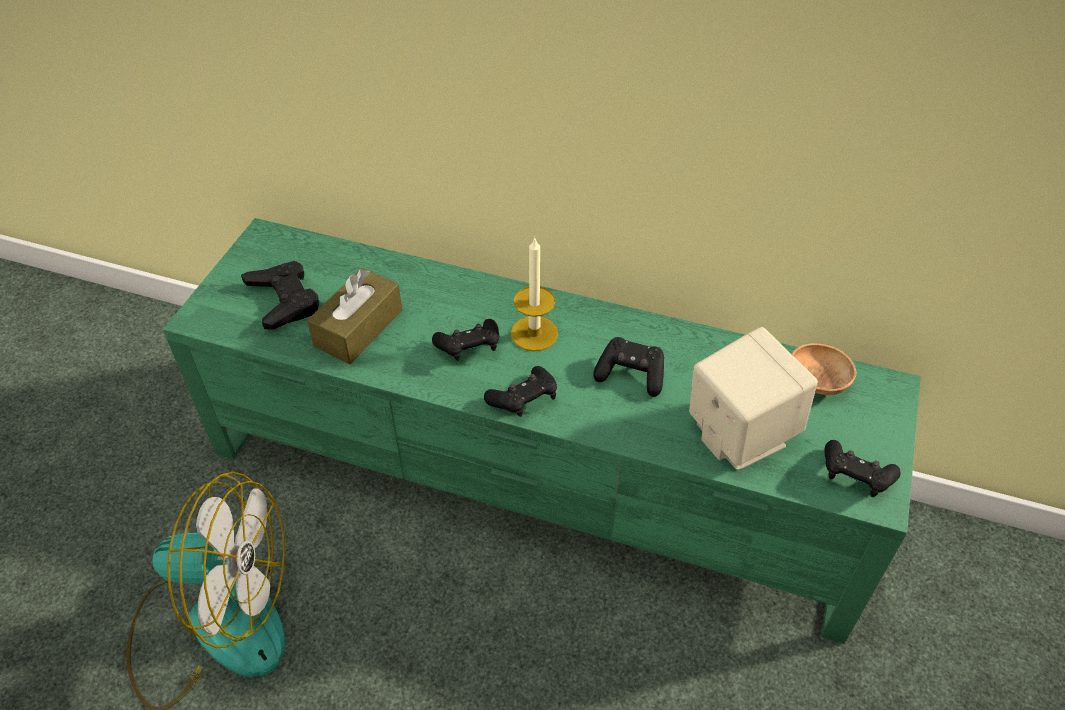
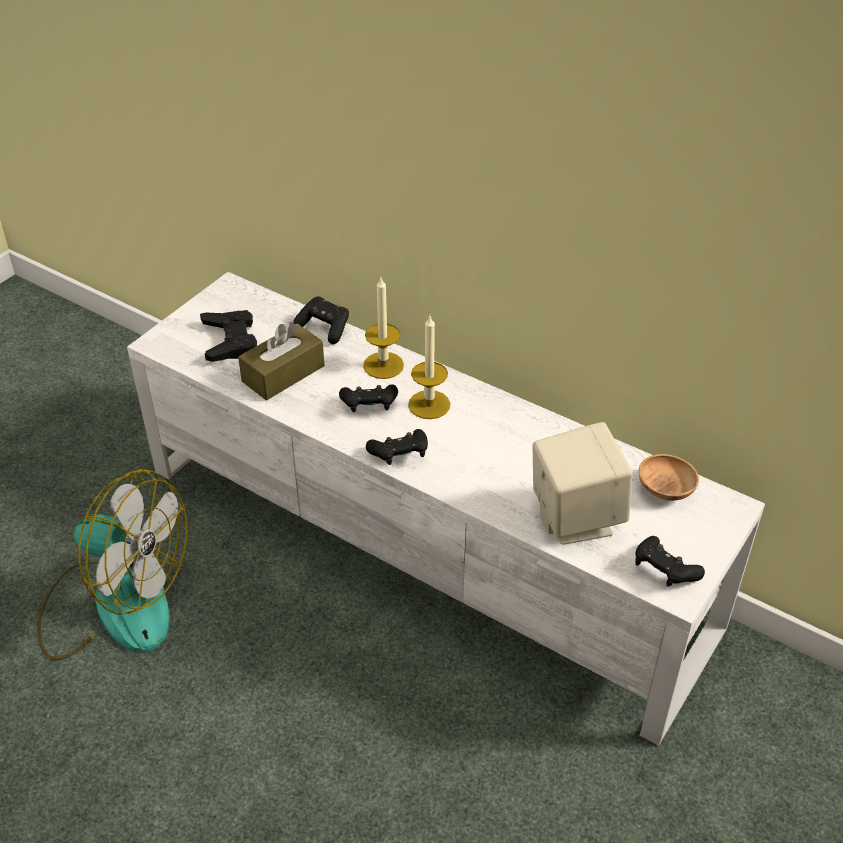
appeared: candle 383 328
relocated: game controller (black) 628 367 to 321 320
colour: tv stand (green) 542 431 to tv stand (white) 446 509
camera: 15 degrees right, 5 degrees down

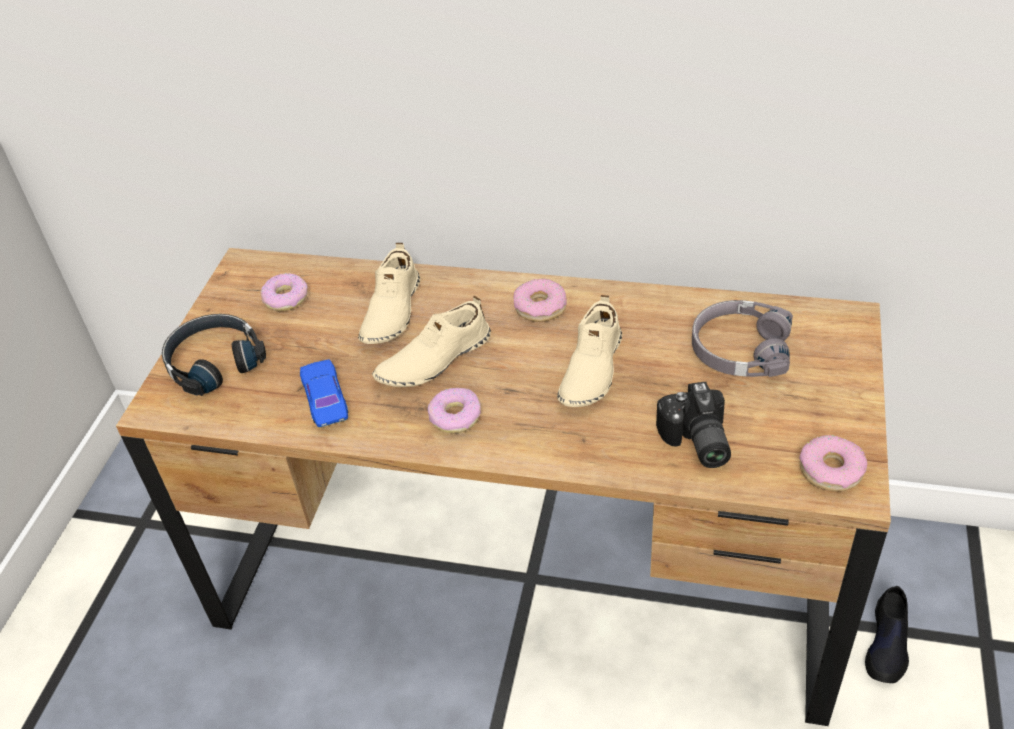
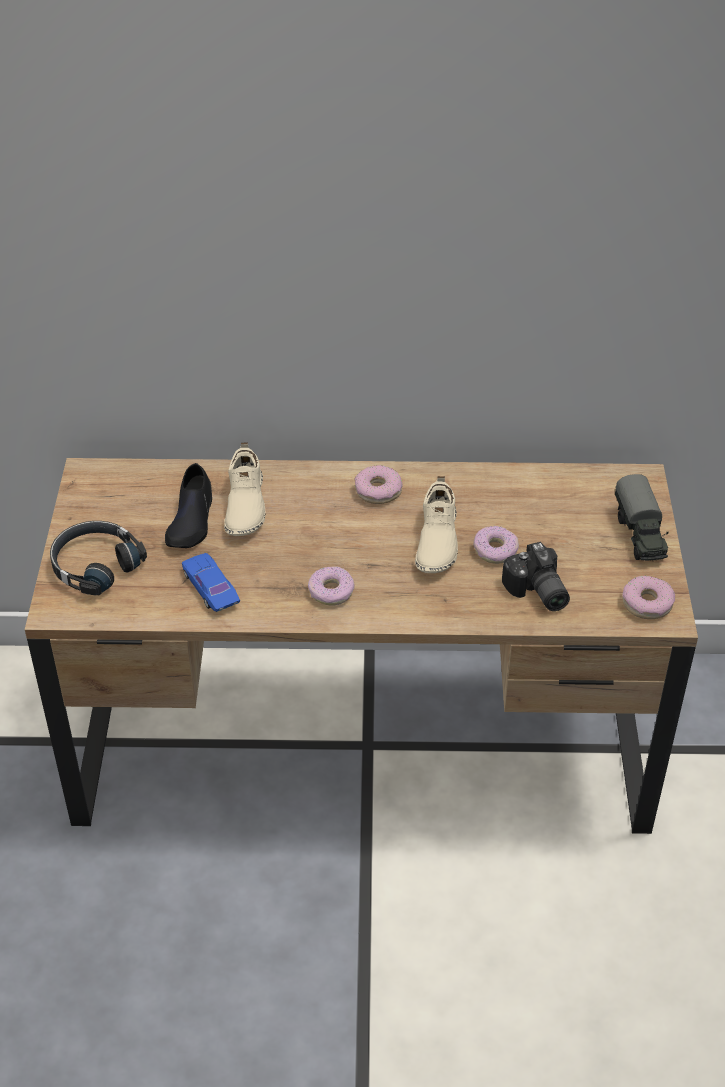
missing: shoe (beige) 431 341; headphones (grey) 742 338
appeared: toy truck 641 517
relocated: donut 284 292 to 496 545; shoe (black) 887 634 to 188 505
camera: 15 degrees left, 0 degrees up

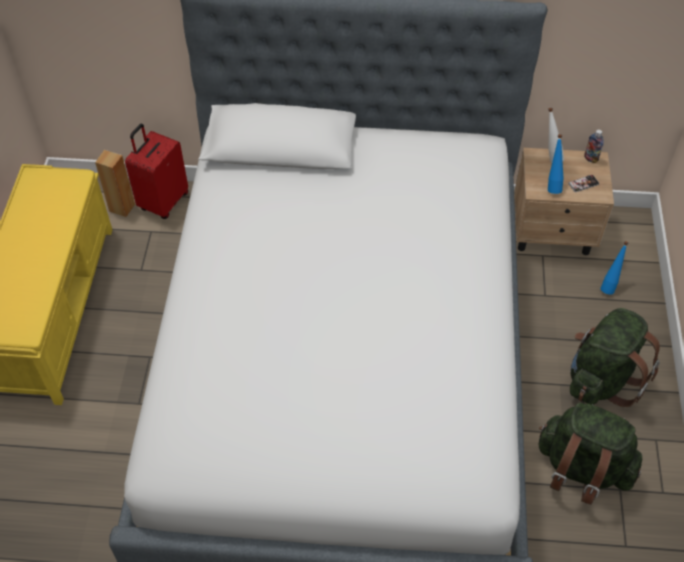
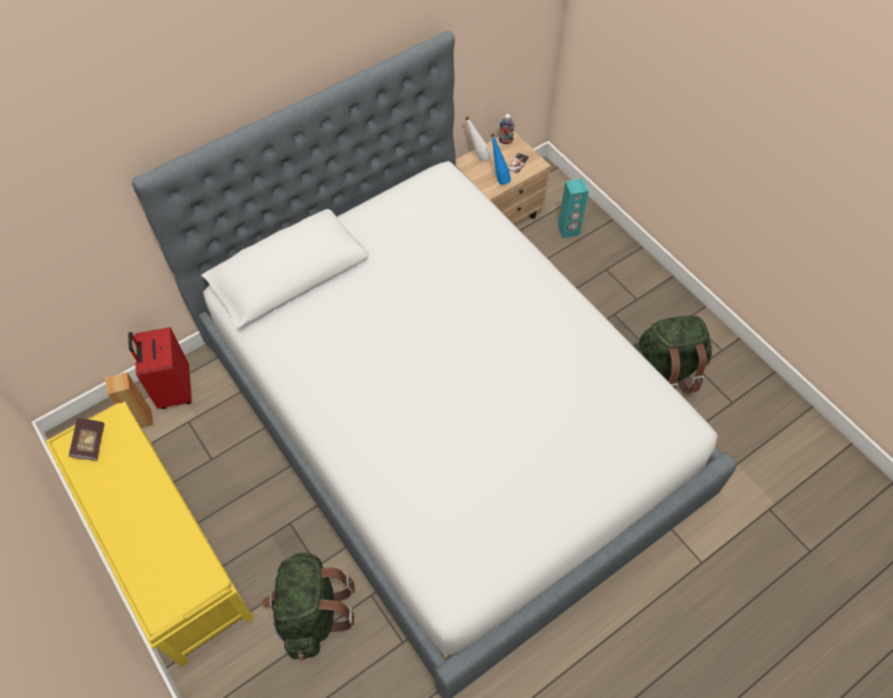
appeared: book 86 439
relocated: backpack (green) 615 357 to 308 606
exchanged: bottle (blue) 614 268 to speaker (turquoise) 573 208
camera: 40 degrees left, 5 degrees up

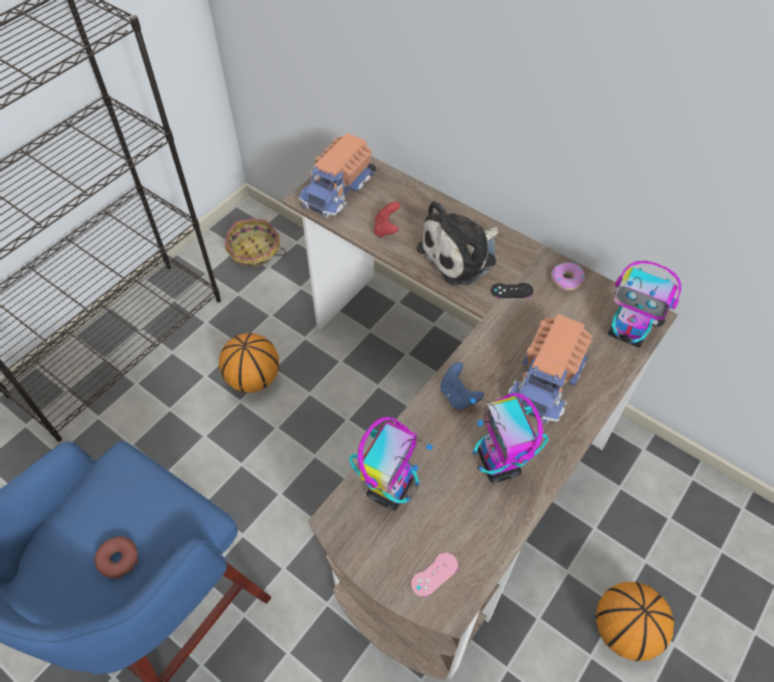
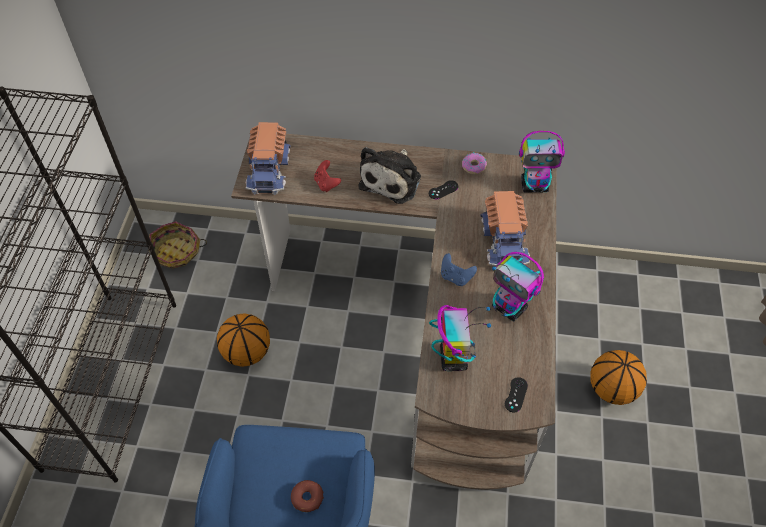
colour: game controller (pink) 434 575 to game controller (black) 516 394
camera: 30 degrees left, 0 degrees up

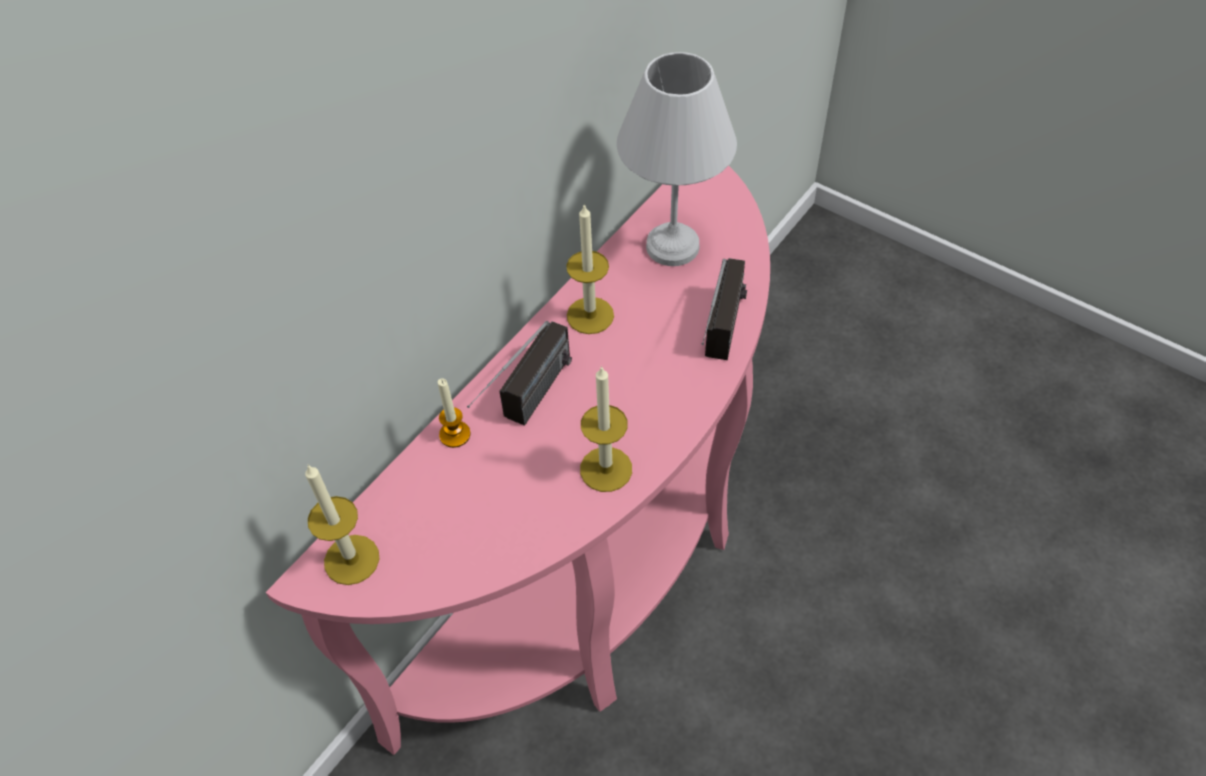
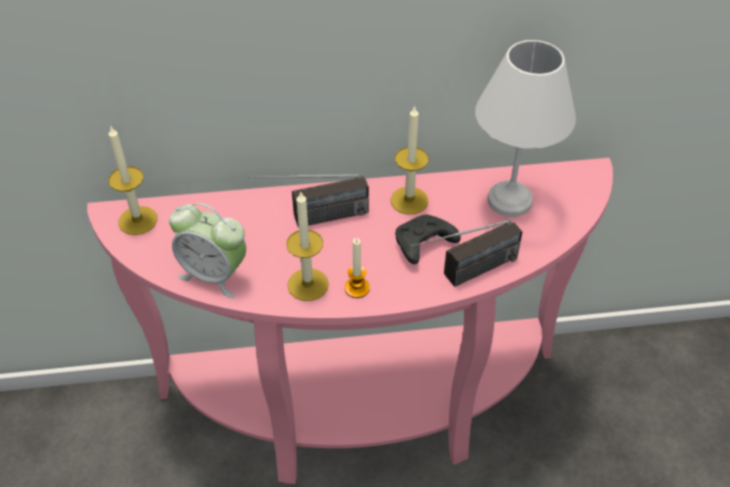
appeared: alarm clock 207 250; game controller (black) 428 239
relocated: candle 454 413 to 357 268
camera: 45 degrees right, 5 degrees down

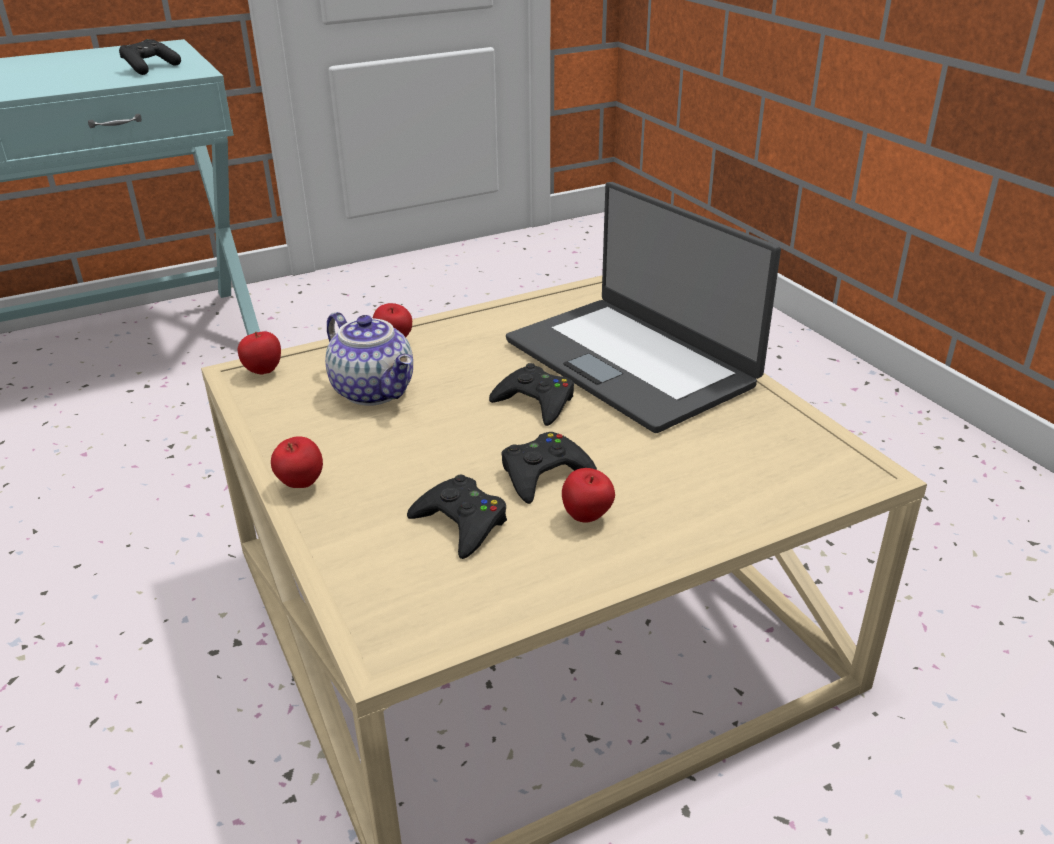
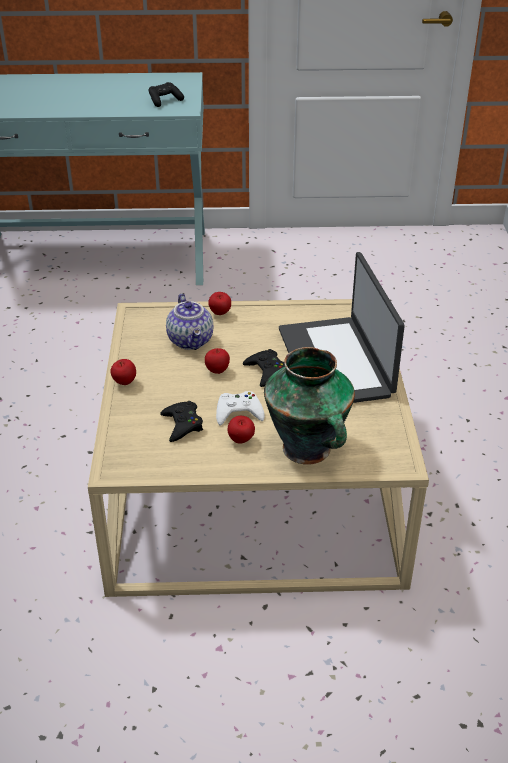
appeared: vase 309 406
relocated: apple 259 353 to 217 361
colour: game controller (black) 549 468 to game controller (white) 240 408
camera: 25 degrees right, 5 degrees up

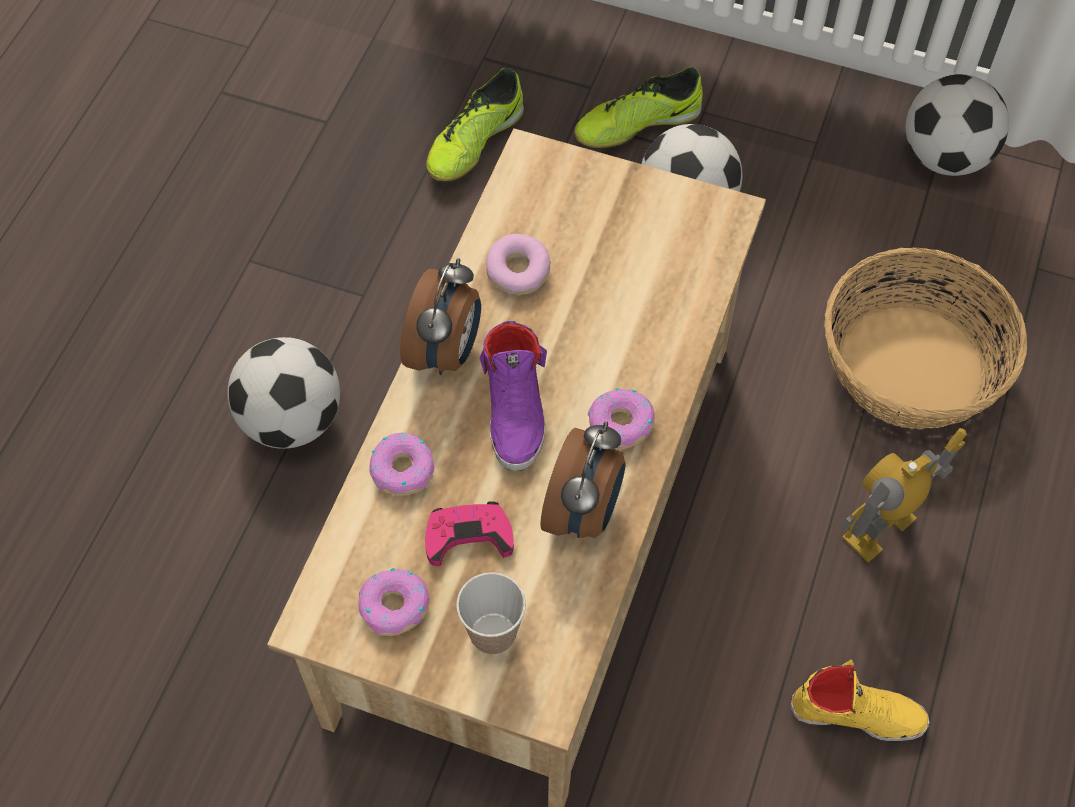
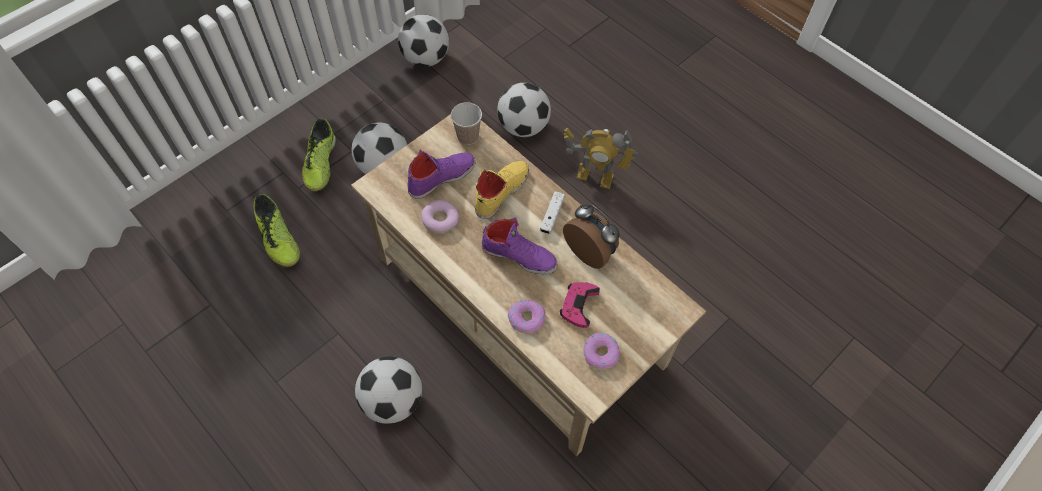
missing: alarm clock 440 316
appeared: shoe (purple) 441 174
relocated: cup 491 613 to 466 123; shoe (yellow) 859 700 to 502 190
exchanged: basket 925 338 to football 524 110; donut 621 418 to game controller (white) 552 212
spun: toy robot 904 495 = 601 158 60 degrees counterclockwise
camera: 65 degrees left, 0 degrees up

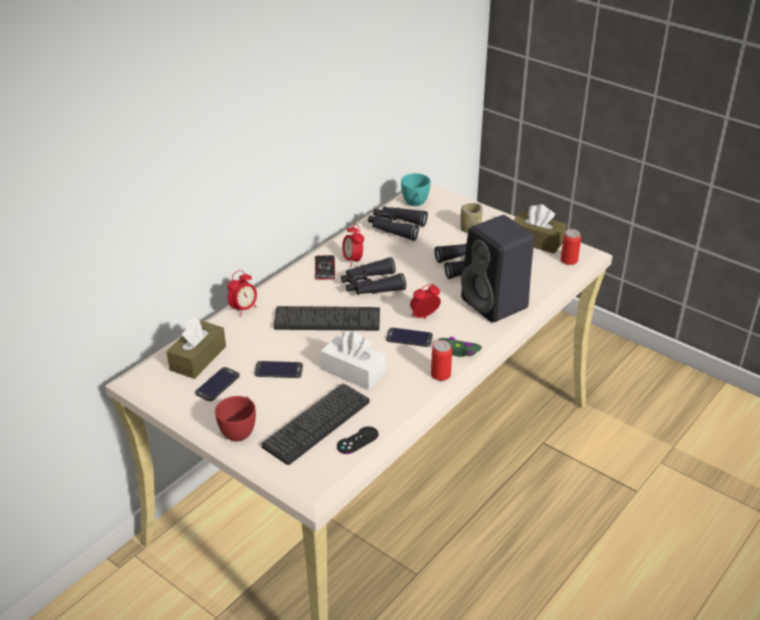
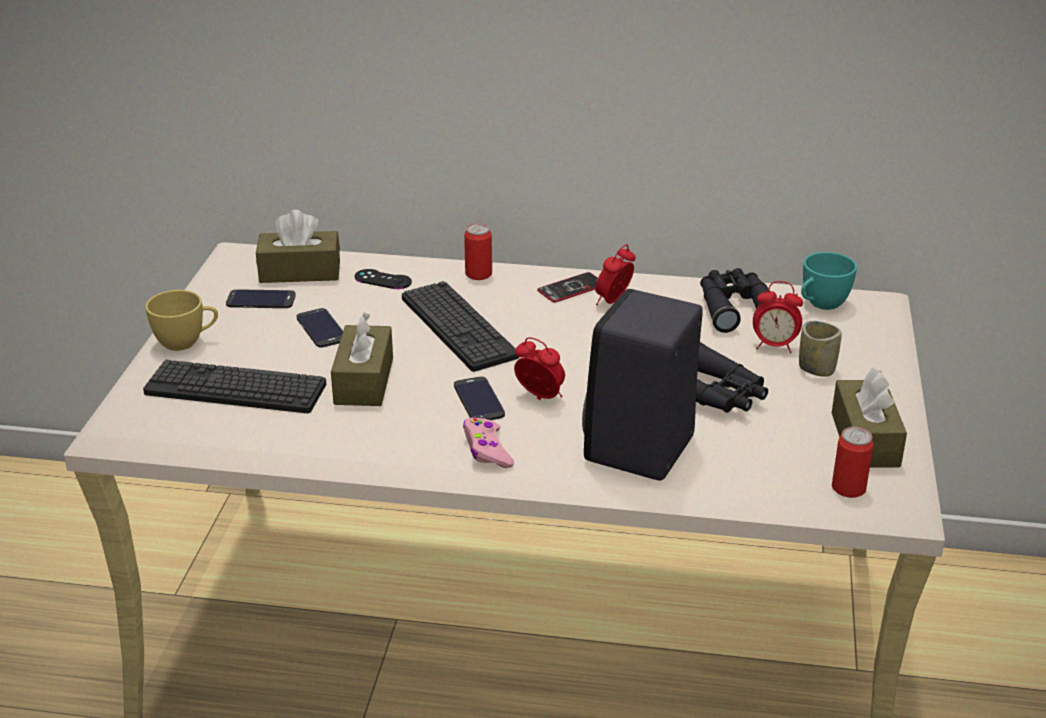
missing: binoculars (black) 373 276
relocated: alarm clock 242 293 to 778 317; can 441 360 to 478 251; game controller (black) 358 440 to 383 279
colour: tissue box (white) 353 360 to tissue box (brown) 362 359; game controller (green) 460 347 to game controller (pink) 488 443; cup (red) 235 418 to cup (yellow) 181 320
camera: 60 degrees right, 5 degrees down

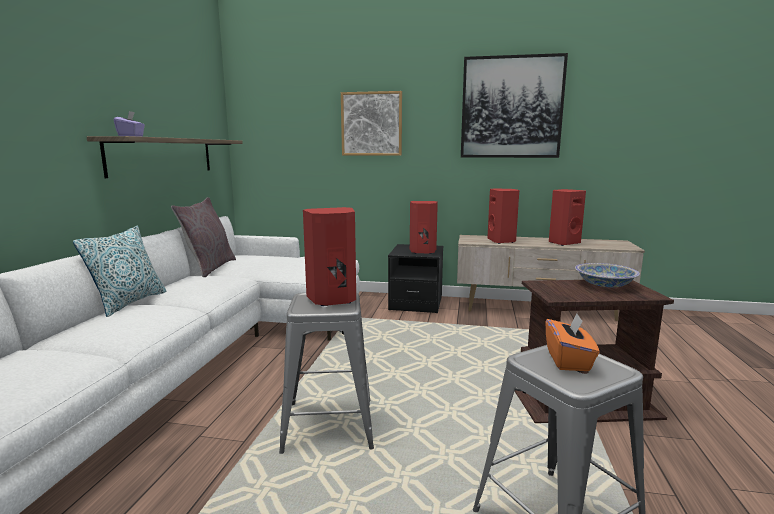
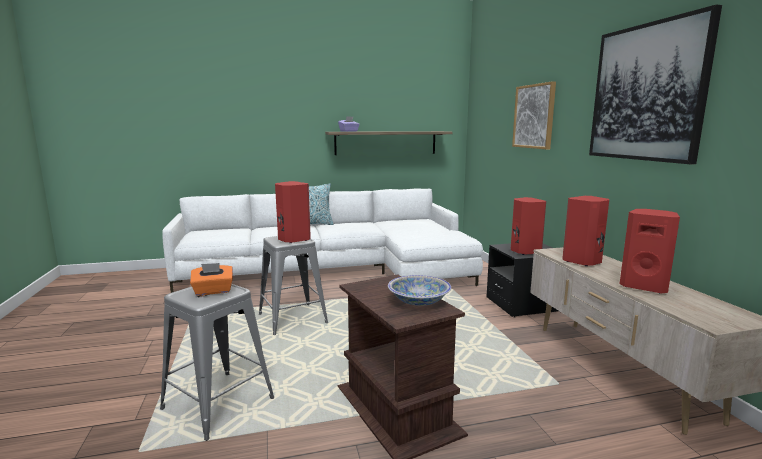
missing: pillow (grey) 203 237
camera: 65 degrees right, 0 degrees up

